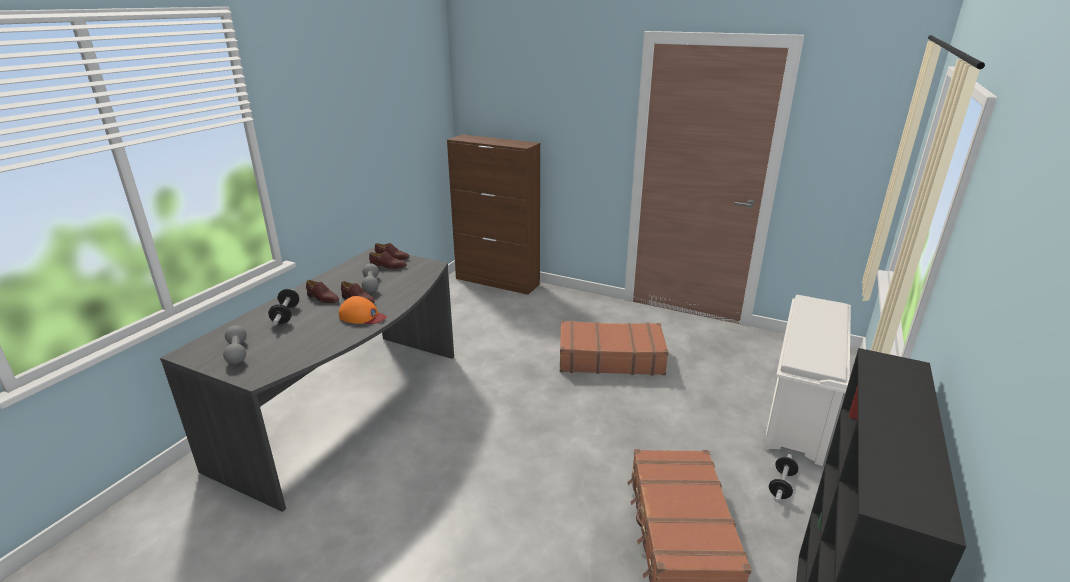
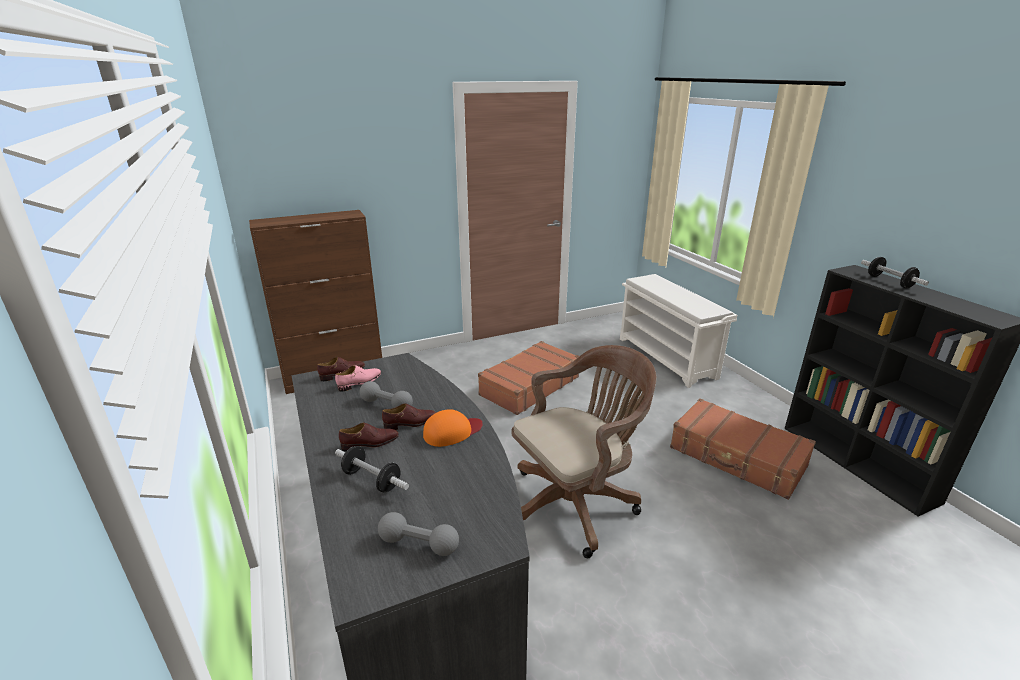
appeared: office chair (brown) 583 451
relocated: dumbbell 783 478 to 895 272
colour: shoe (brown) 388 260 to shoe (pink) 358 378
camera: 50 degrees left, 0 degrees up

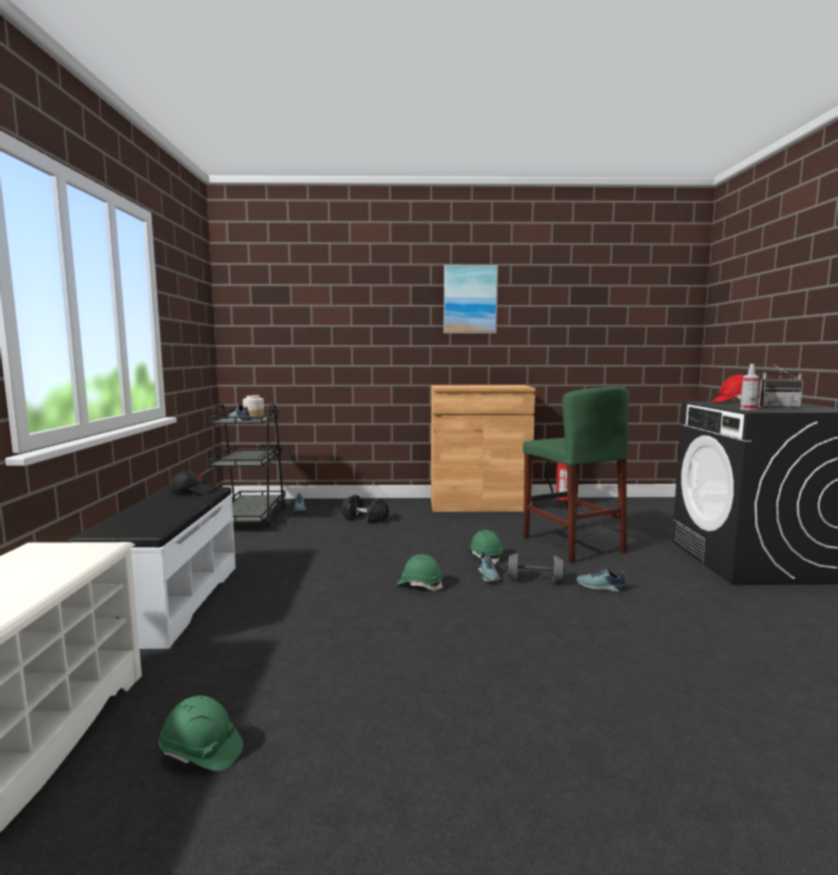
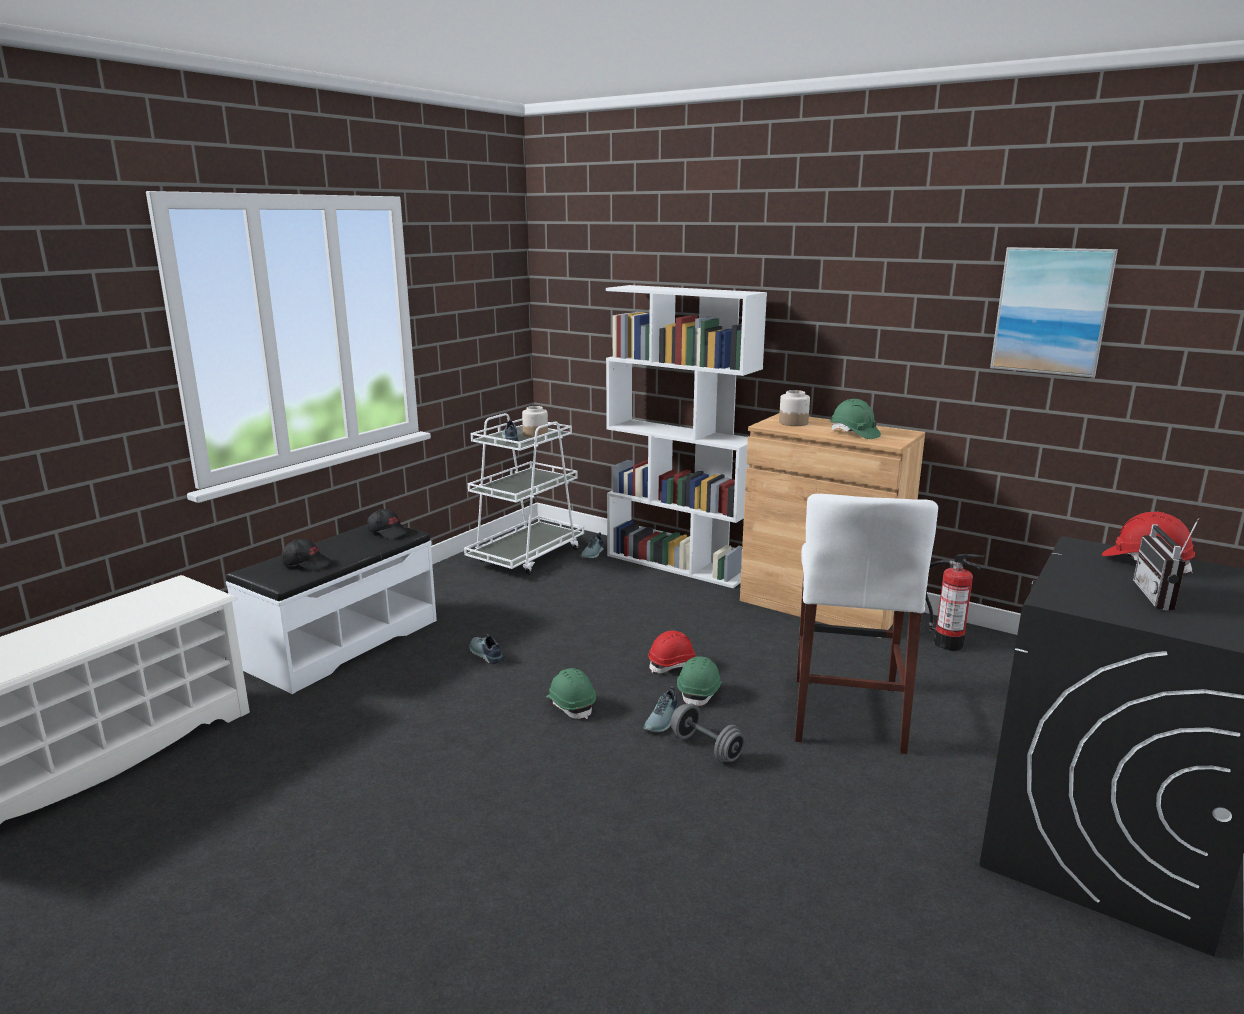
missing: spray bottle 750 387; dumbbell (black) 365 509
appeared: bookcase (white) 686 436; jar 794 408; cap (black) 306 555; hard hat (red) 672 652
relocated: picture 470 299 to 1054 312; shoe 602 579 to 486 649; hard hat (green) 200 733 to 855 419
colour: stool (green) 576 475 to stool (white) 866 624; cart (black) 247 466 to cart (white) 524 494
spun: radio 781 386 = 1166 564 60 degrees clockwise
camera: 35 degrees right, 10 degrees up

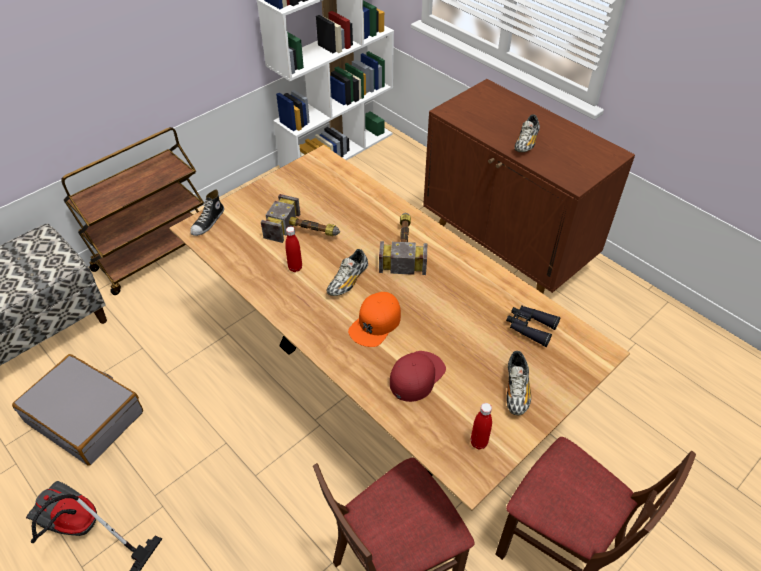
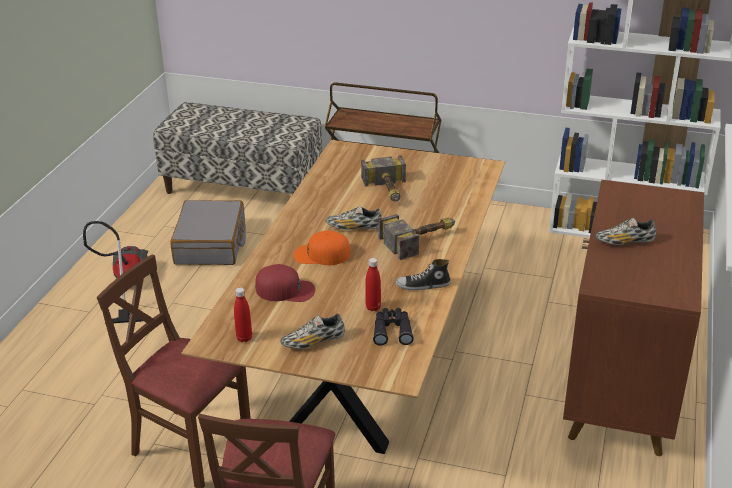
relocated: shoe 207 213 to 423 274; bottle (red) 293 249 to 373 284
camera: 60 degrees right, 15 degrees down

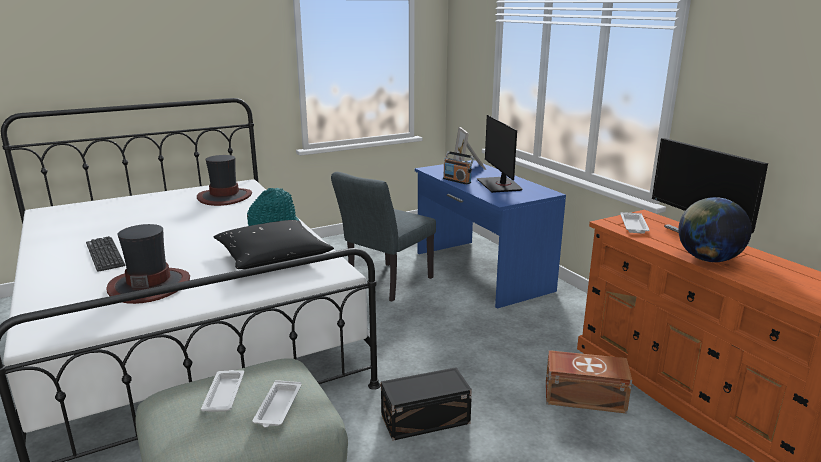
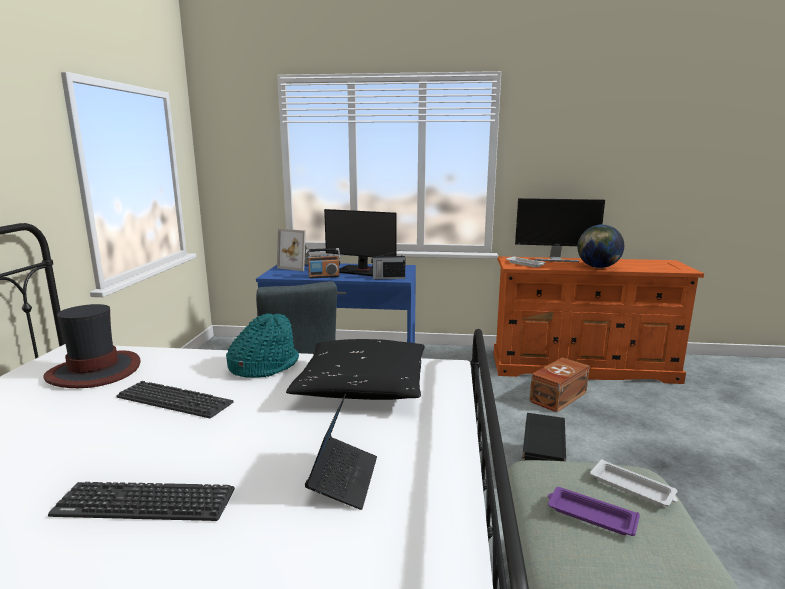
appeared: radio 388 265; keyboard 175 399
exchanged: hat 148 264 to laptop 341 452
colour: tray (white) 222 391 to tray (purple) 594 511
camera: 55 degrees left, 5 degrees down

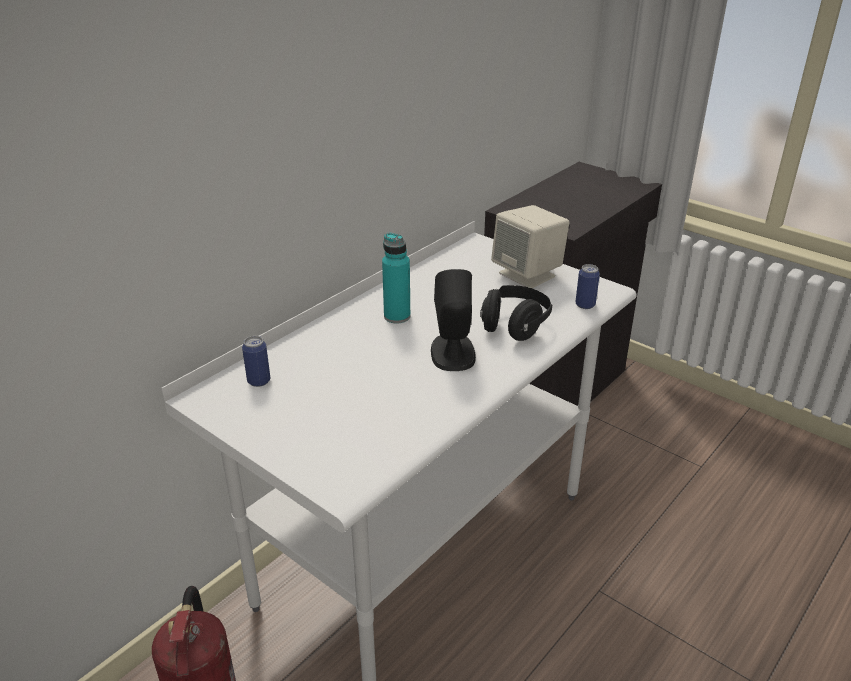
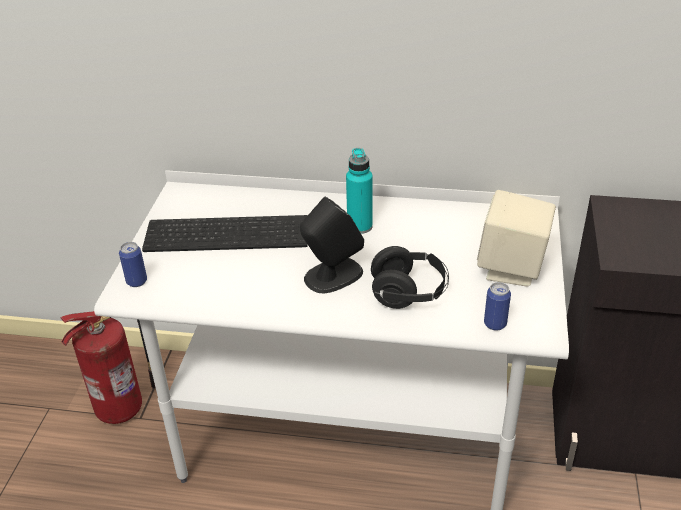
appeared: keyboard 225 233
relocated: can 256 361 to 133 264
camera: 60 degrees right, 5 degrees up

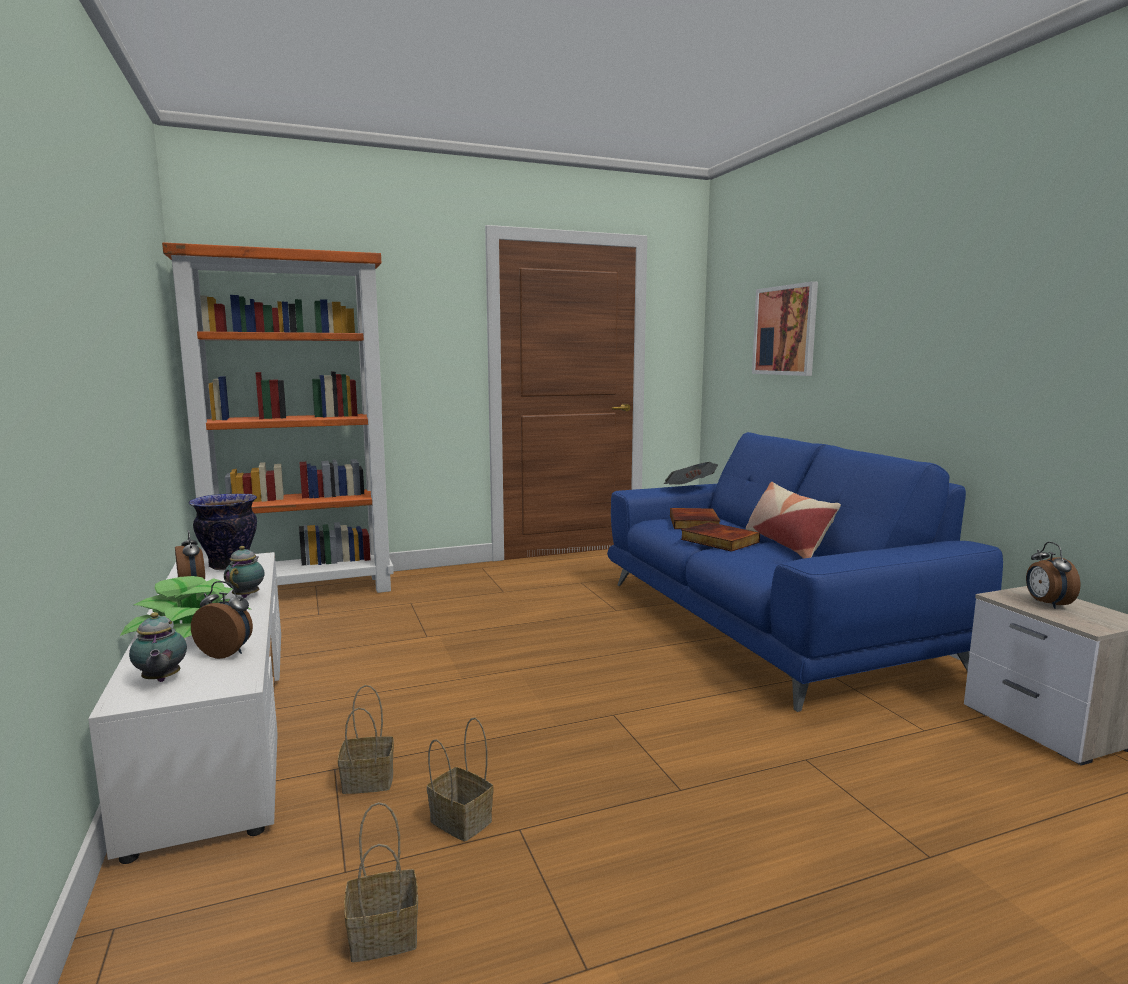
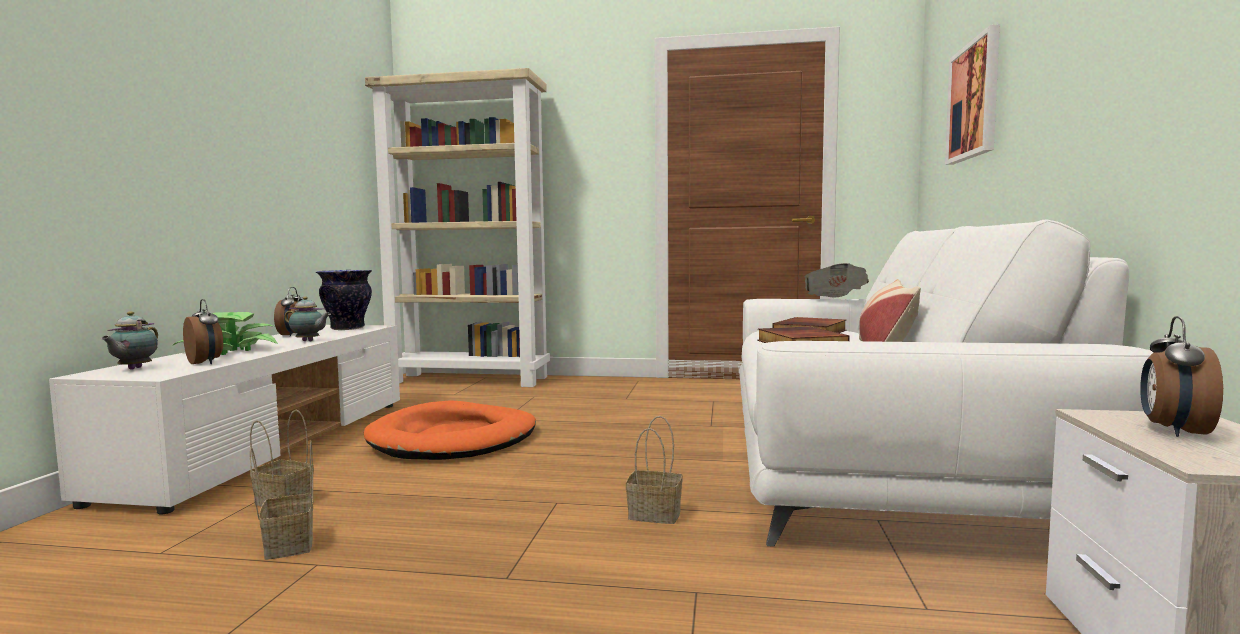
appeared: dog bed (orange) 450 430
relocated: basket 381 882 to 654 470
colour: bookcase (orange) 278 417 to bookcase (beige) 457 227; sofa (blue) 805 572 to sofa (white) 946 383
spun: teapot 244 572 = 307 319 75 degrees clockwise
camera: 30 degrees right, 5 degrees down

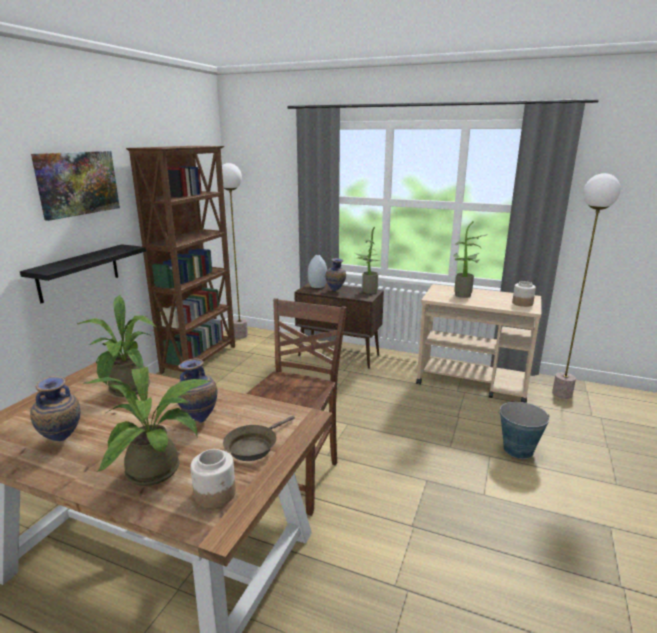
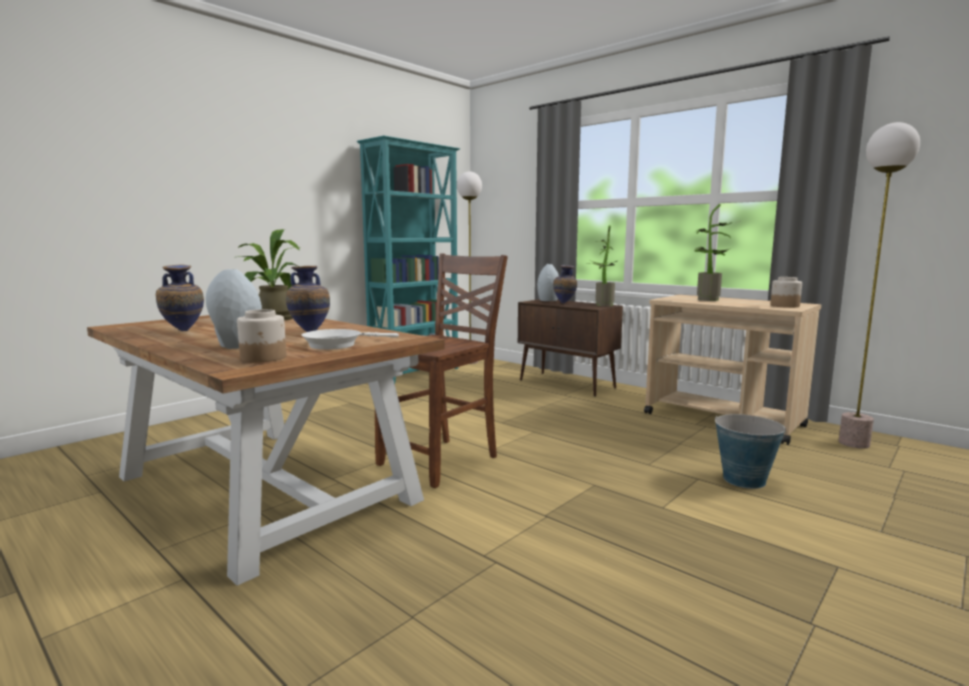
missing: picture 75 186; shelf (black) 83 273
exchanged: potted plant 147 426 to vase (grey) 234 309
colour: bookcase (brown) 180 261 to bookcase (turquoise) 408 260; frying pan (brown) 259 438 to frying pan (white) 350 339
camera: 20 degrees right, 10 degrees down

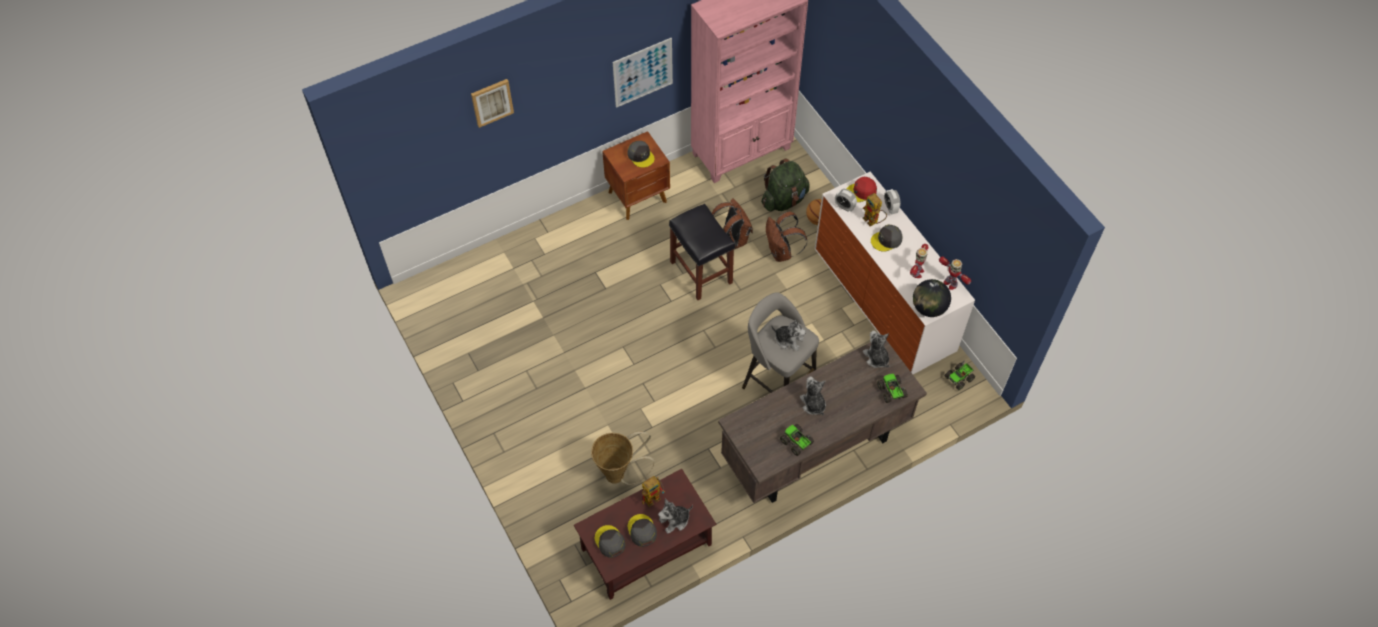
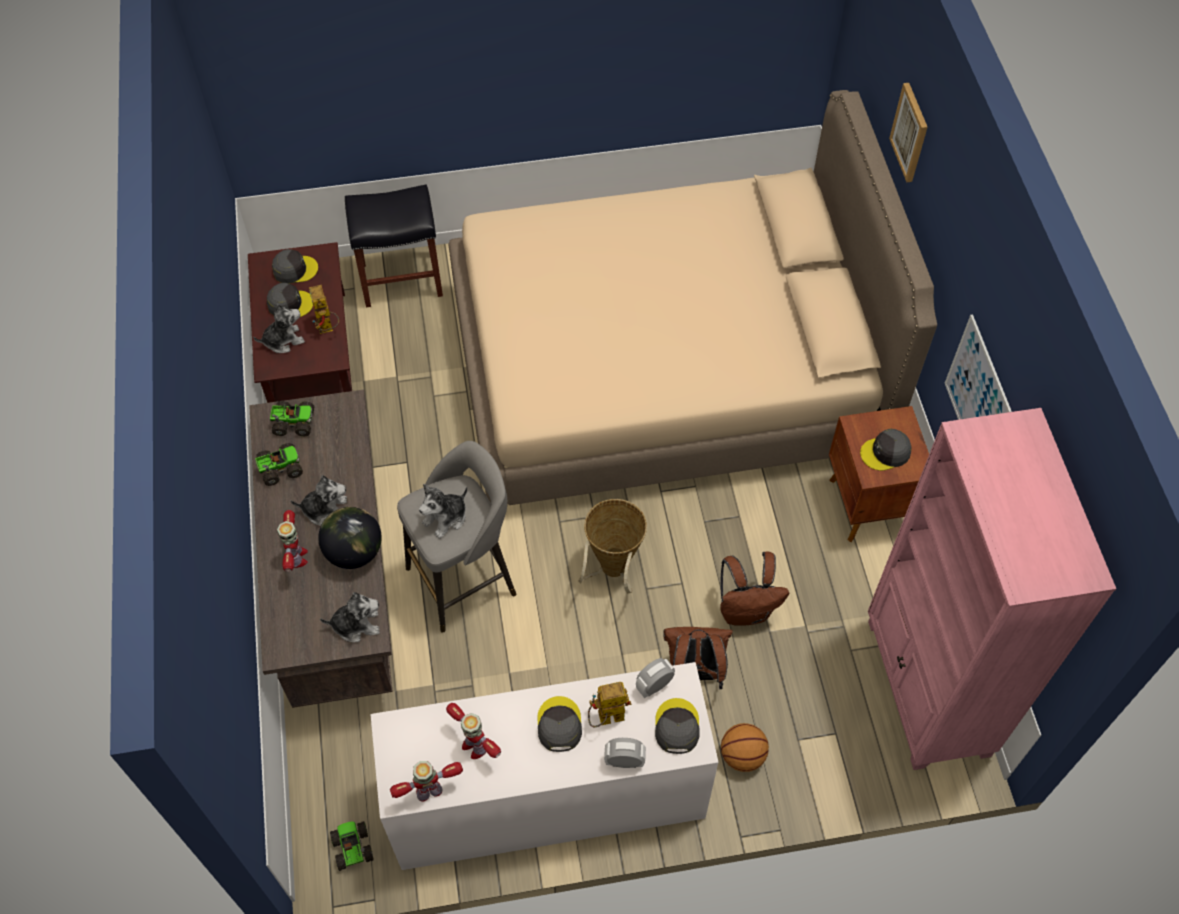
missing: backpack (green) 785 184
appeared: bed (beige) 692 297; toy robot 292 541
relocated: stool (black) 702 252 to 394 246; globe 932 298 to 350 538; toy truck 892 388 to 292 419; basket 623 458 to 613 546
colour: cap (red) 862 189 to cap (grey) 677 726
spun: plush toy 675 516 = 279 328 75 degrees clockwise
camera: 110 degrees right, 0 degrees up

